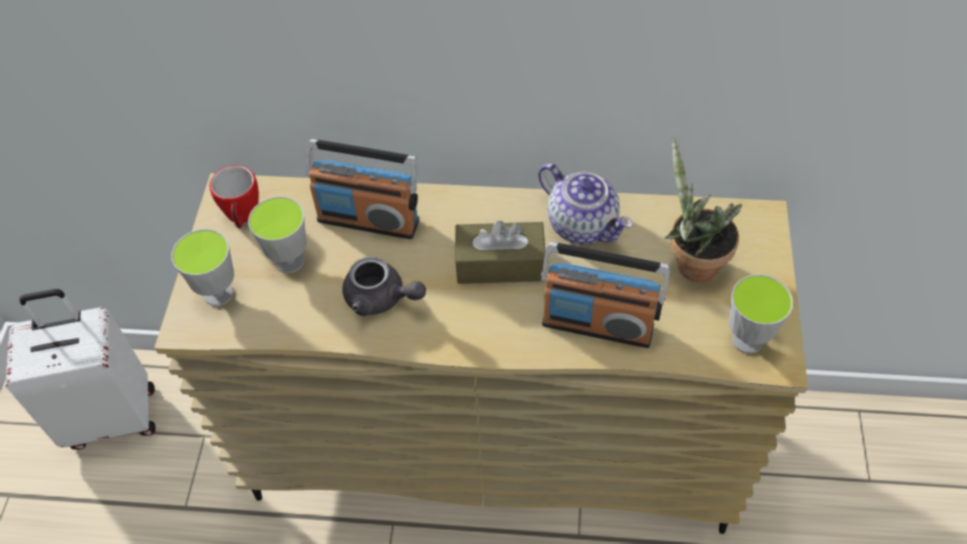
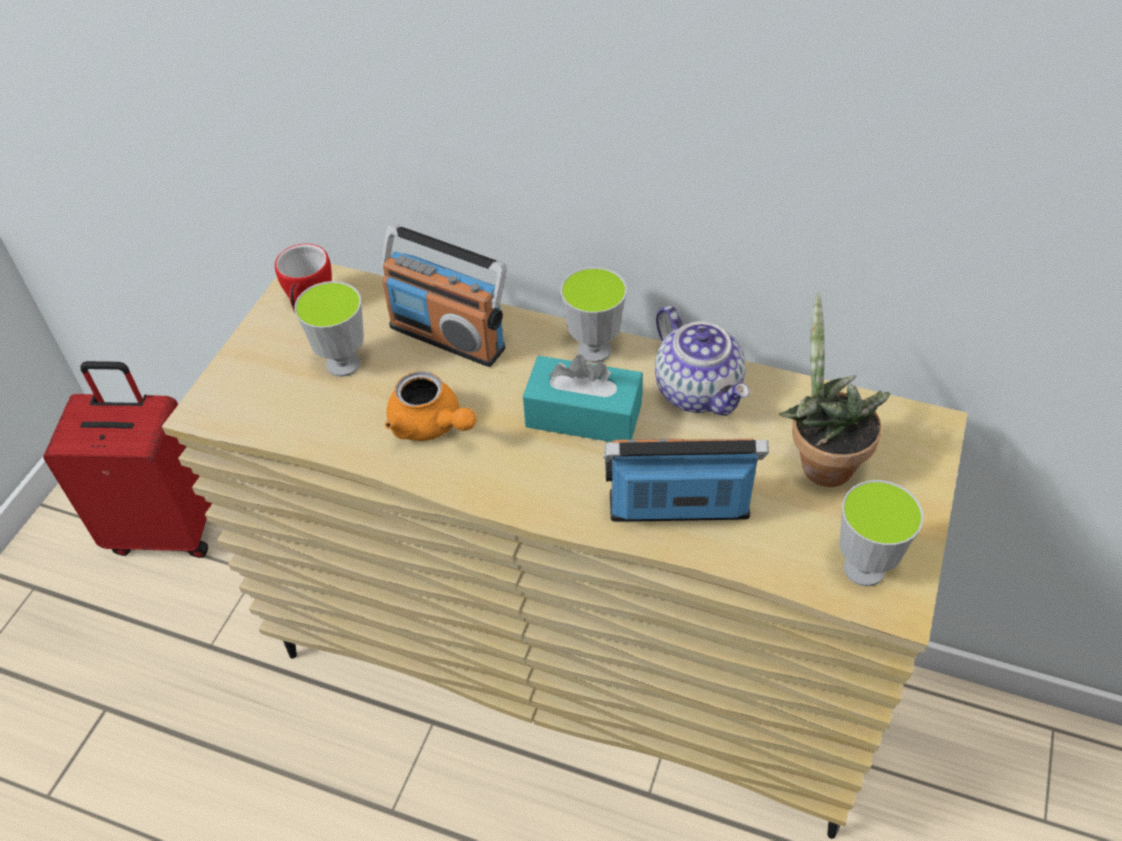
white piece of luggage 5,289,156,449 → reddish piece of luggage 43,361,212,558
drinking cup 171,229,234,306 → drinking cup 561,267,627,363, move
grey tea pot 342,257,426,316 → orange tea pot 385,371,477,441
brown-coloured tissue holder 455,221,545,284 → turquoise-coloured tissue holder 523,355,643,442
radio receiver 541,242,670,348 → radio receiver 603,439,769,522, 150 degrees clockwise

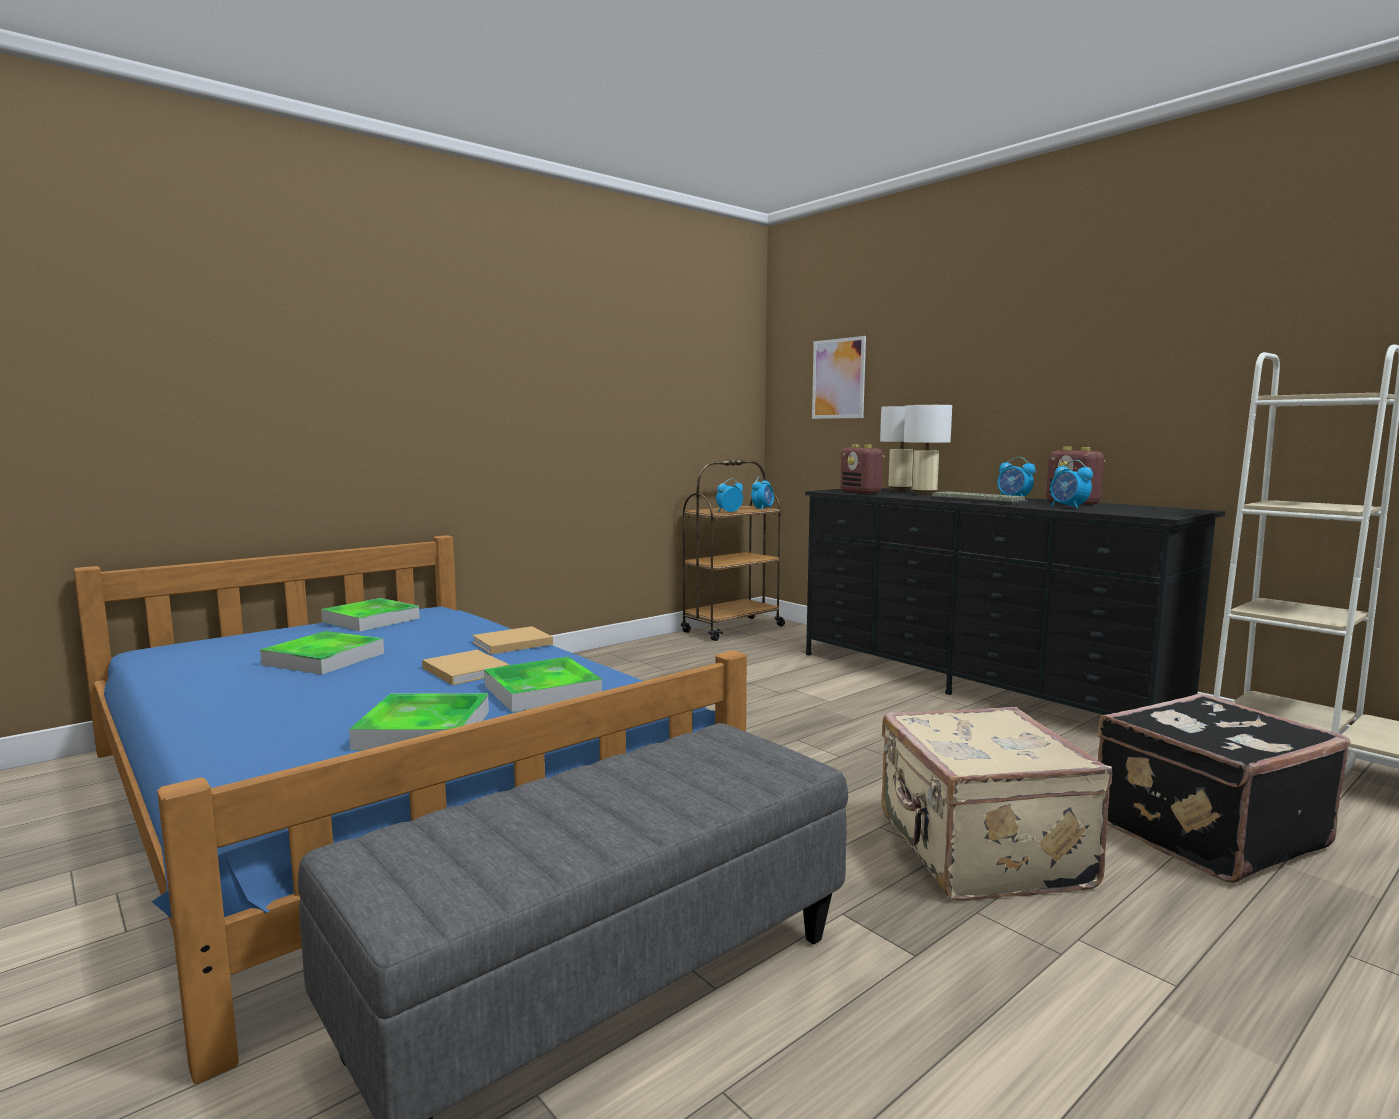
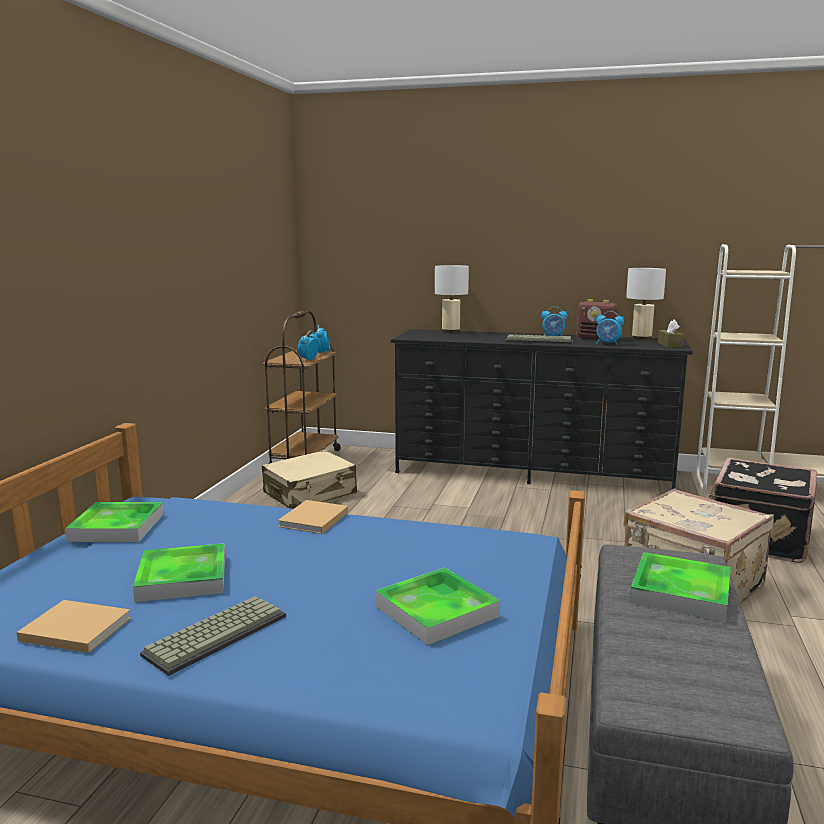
beige-coloured volume 422,650,509,685 → beige-coloured volume 16,600,131,653, move
tray 484,657,602,713 → tray 630,552,731,622, move
wall art 812,336,866,419 → -
radio receiver 840,444,884,494 → -
white table lamp 904,405,952,495 → white table lamp 626,268,666,340, move
- → keyboard 140,596,286,676
- → beige-coloured piece of luggage 262,450,357,509
- → brown-coloured tissue holder 658,320,685,348

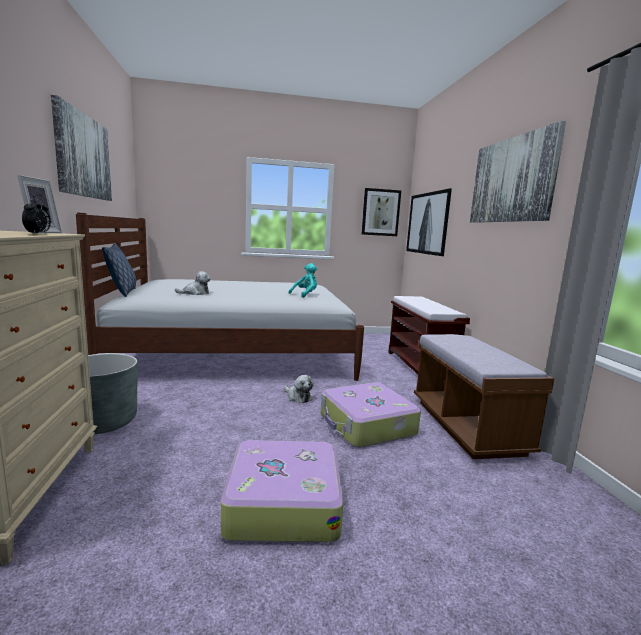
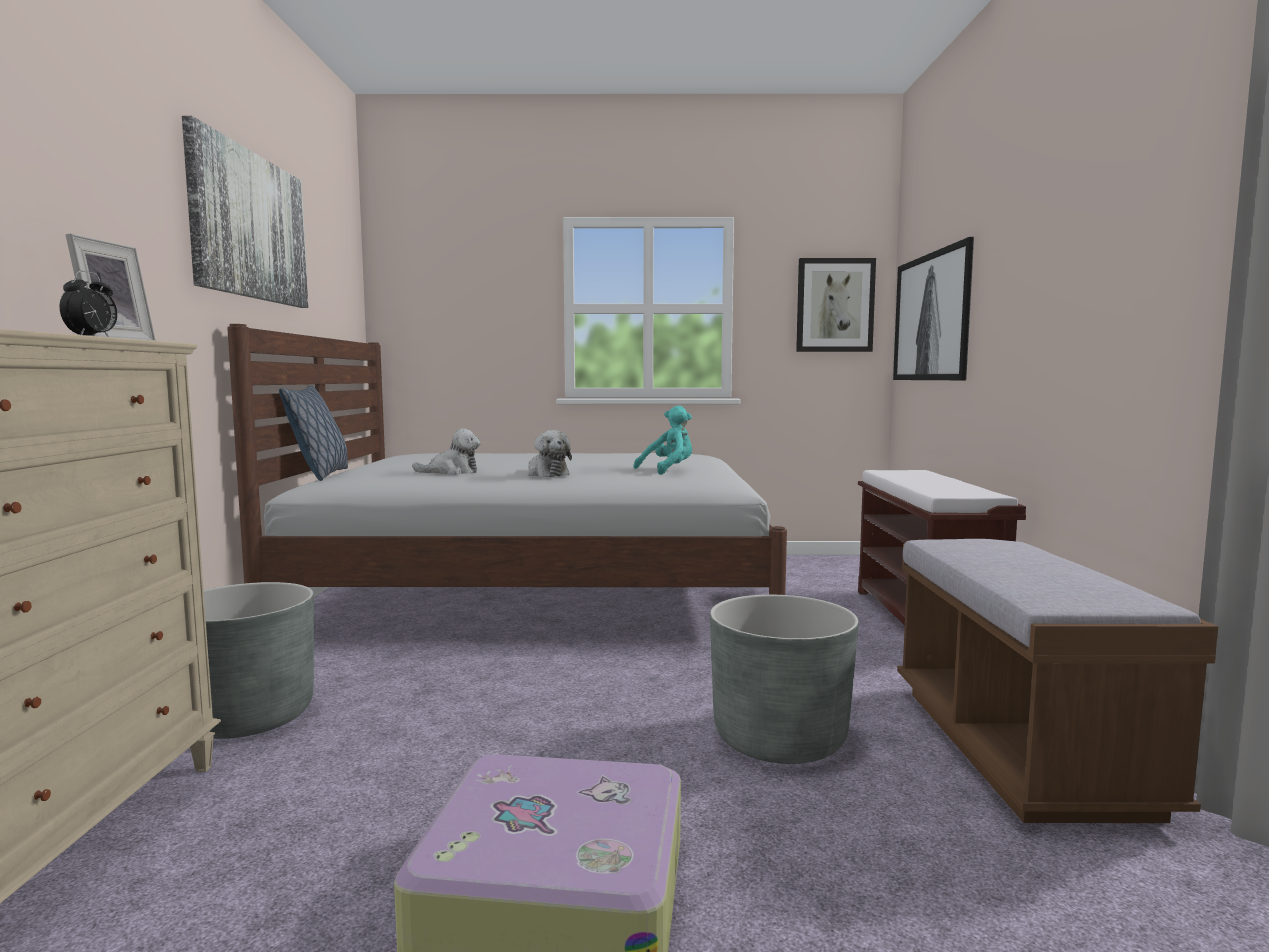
plush toy 284,375,314,403 → plush toy 528,430,572,477, move
piece of luggage 321,382,421,448 → grey plant pot 710,595,859,764
wall art 470,121,566,223 → -

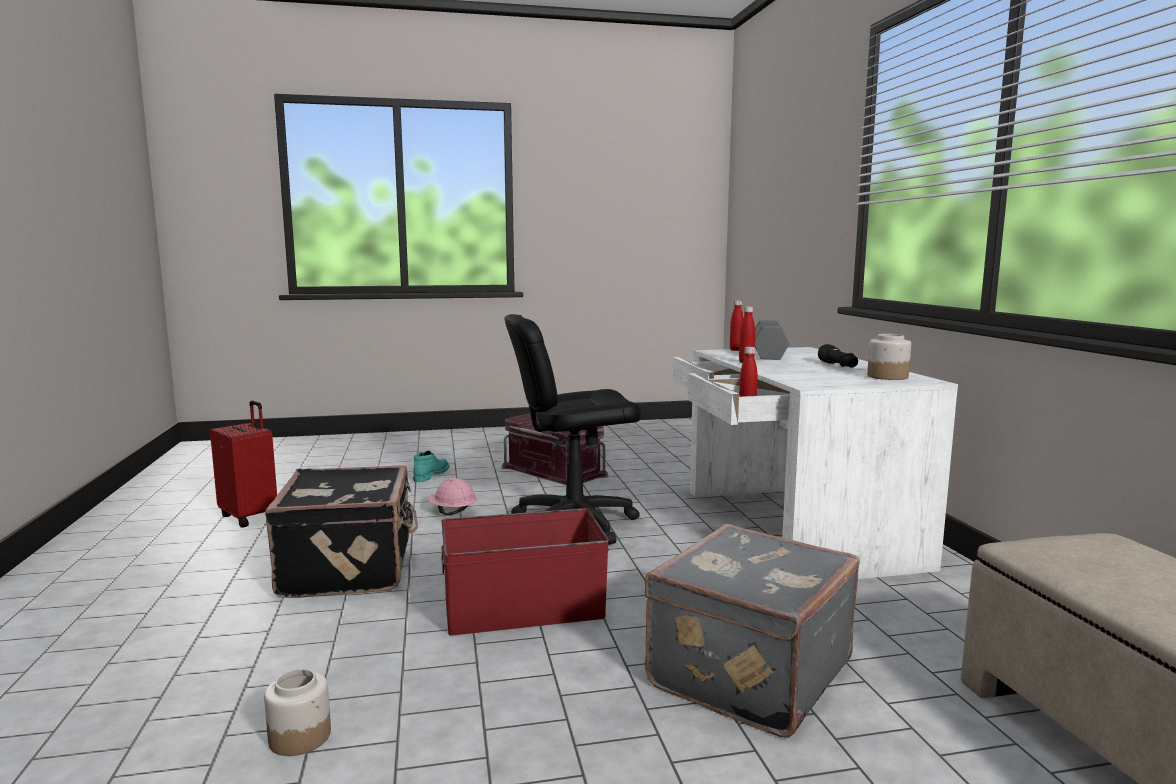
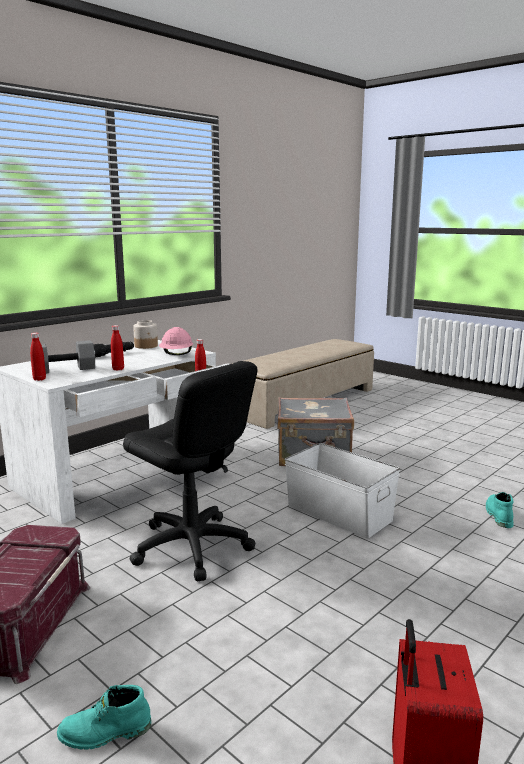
storage jar 264,669,331,756 → turquoise-coloured tall boot 486,492,514,528
black-coloured piece of luggage 265,465,418,598 → -
pinkish work helmet 428,478,477,515 → pinkish work helmet 159,327,193,355, move
reddish storage box 441,508,609,636 → white storage box 285,443,400,538

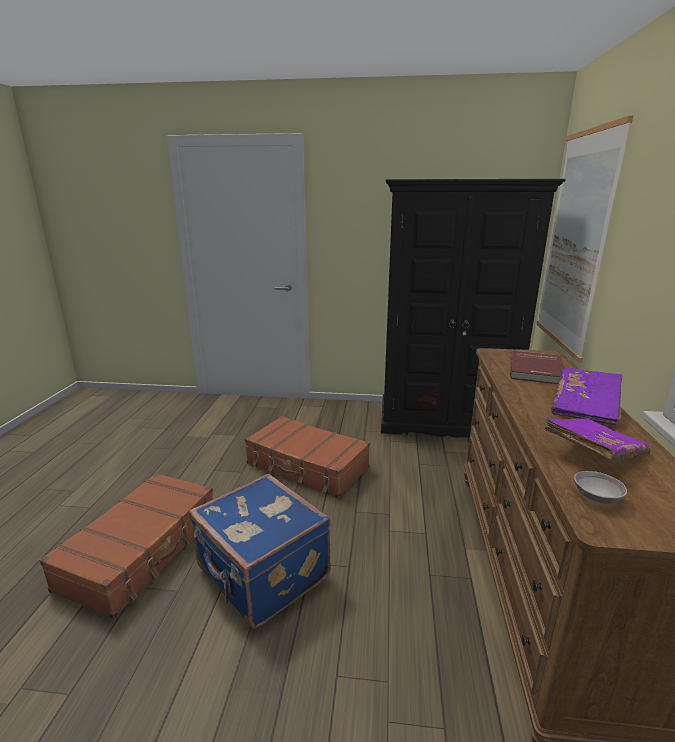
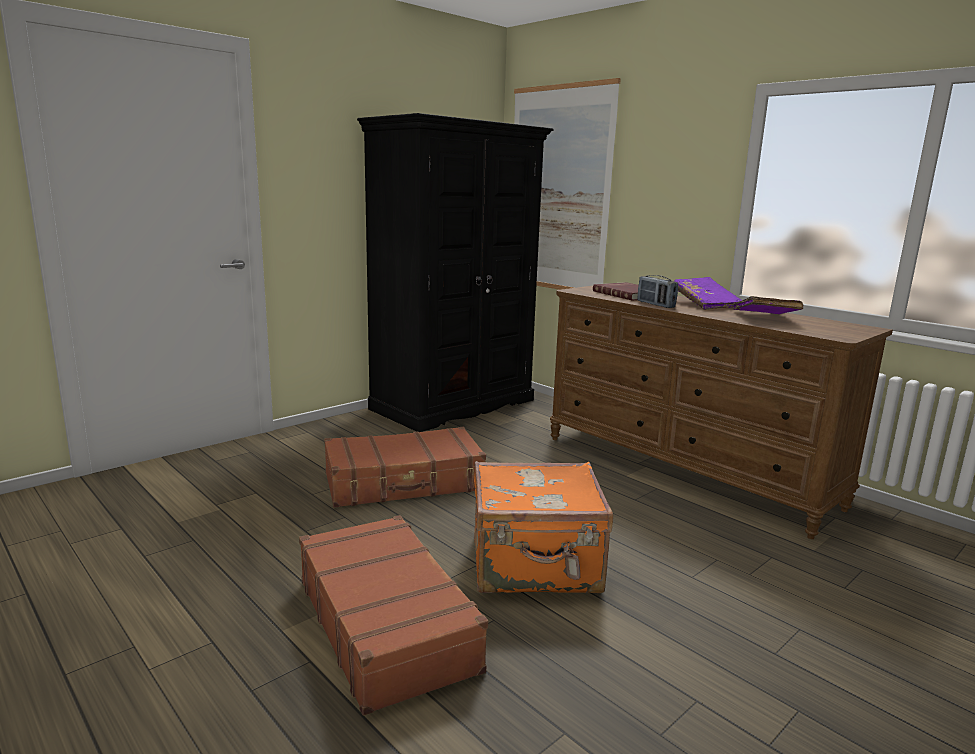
blue piece of luggage 189,474,331,628 → orange piece of luggage 474,461,613,593
grey bowl 574,471,627,504 → -
- → radio receiver 637,275,678,308

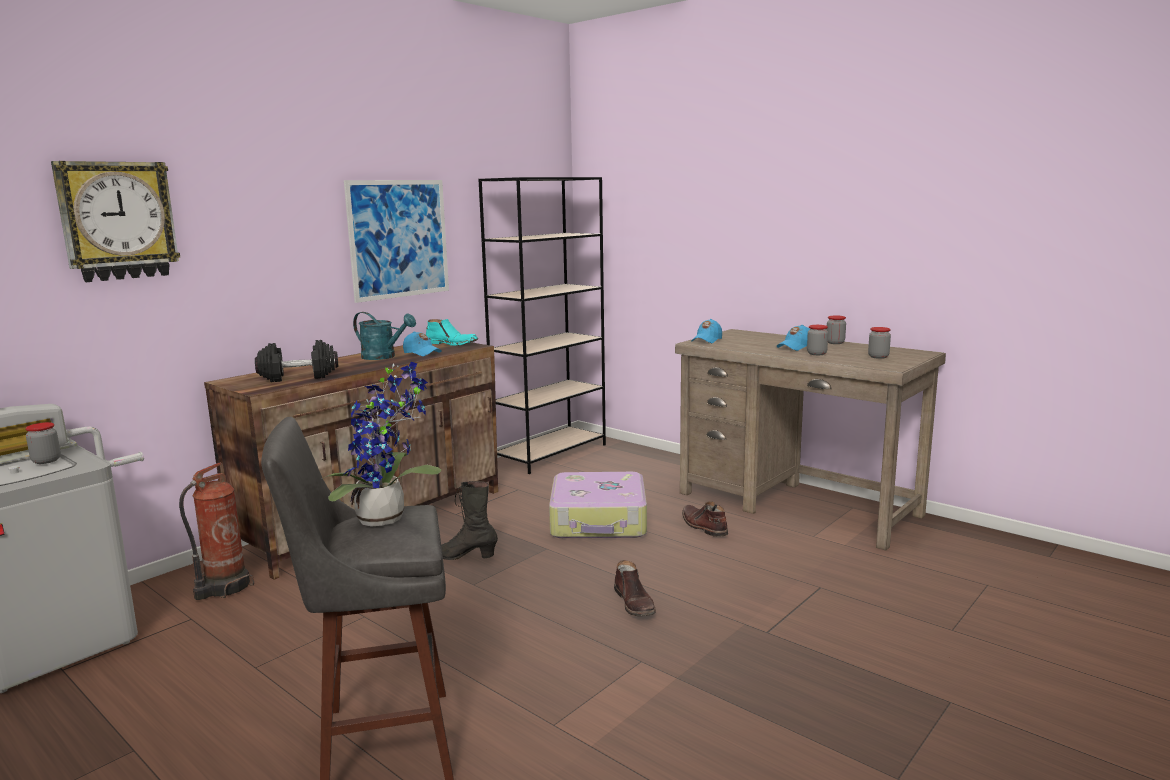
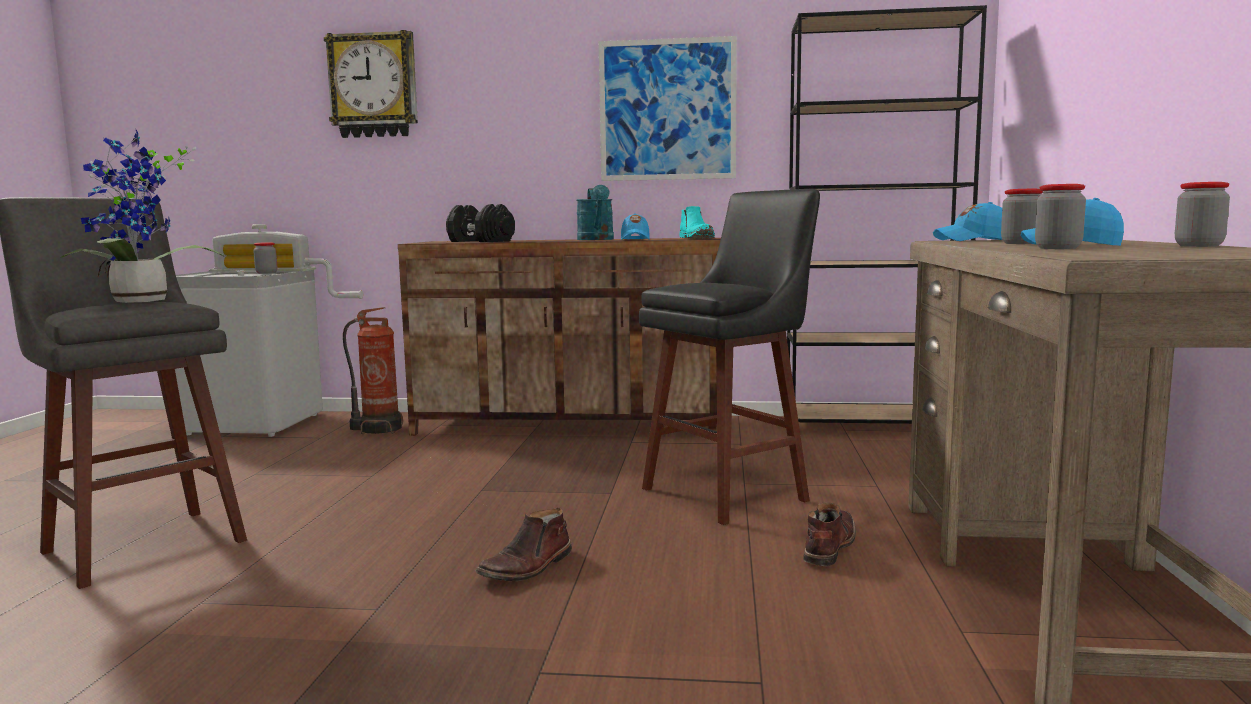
black-coloured tall boot 441,481,498,560 → -
piece of luggage 549,472,647,538 → black-coloured stool 639,189,820,525
storage jar 868,327,891,359 → storage jar 1001,189,1043,244, move

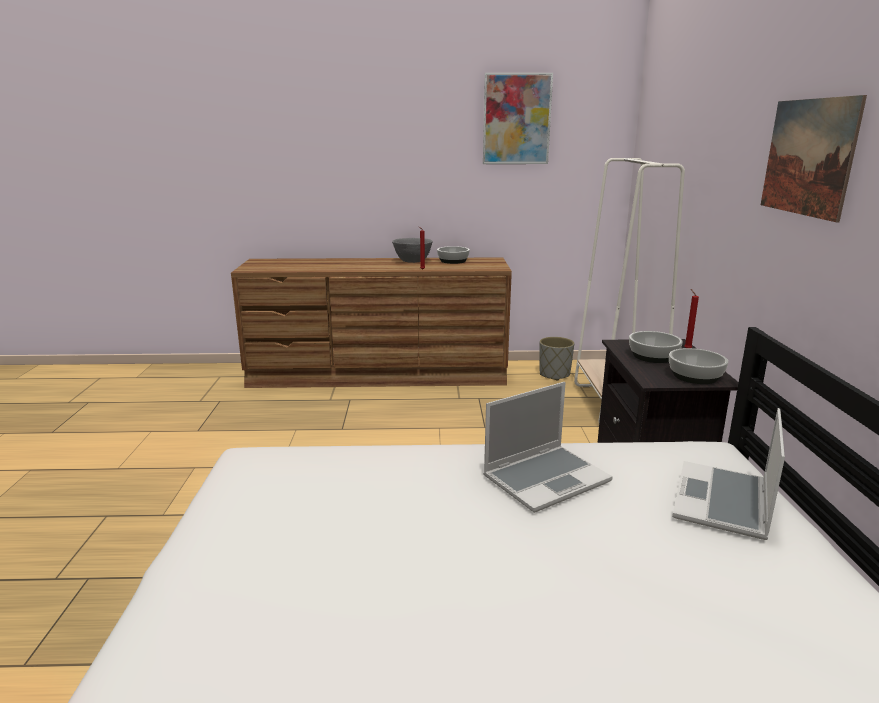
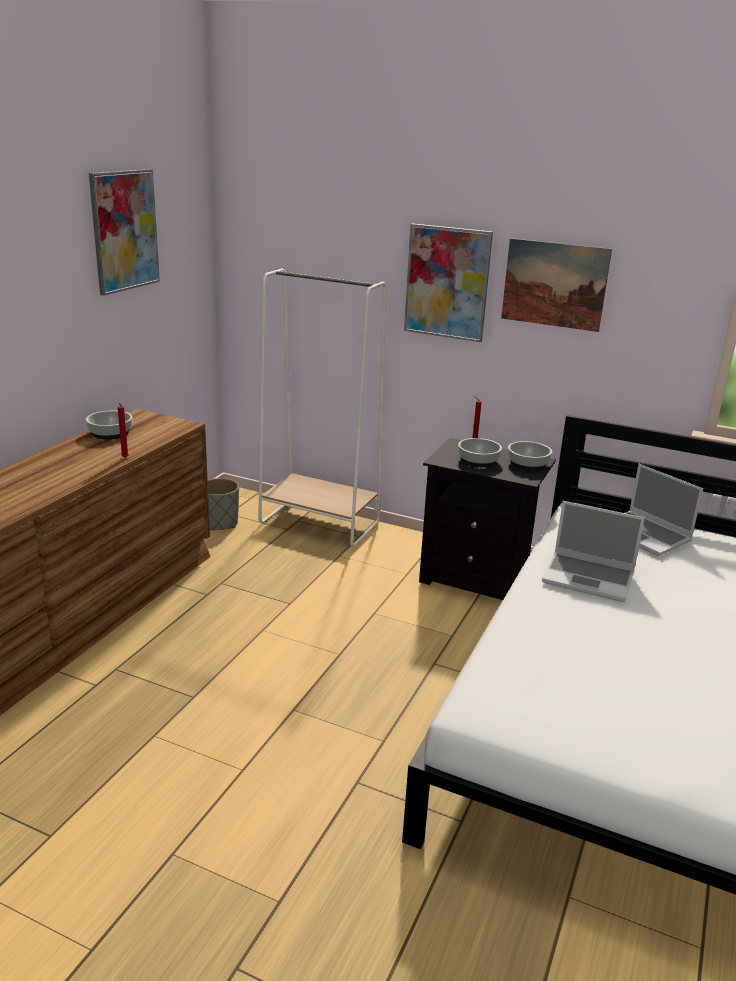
grey bowl 392,238,433,263 → -
notebook computer 483,382,613,513 → notebook computer 542,501,645,602, 120 degrees clockwise
- → wall art 404,224,493,342

